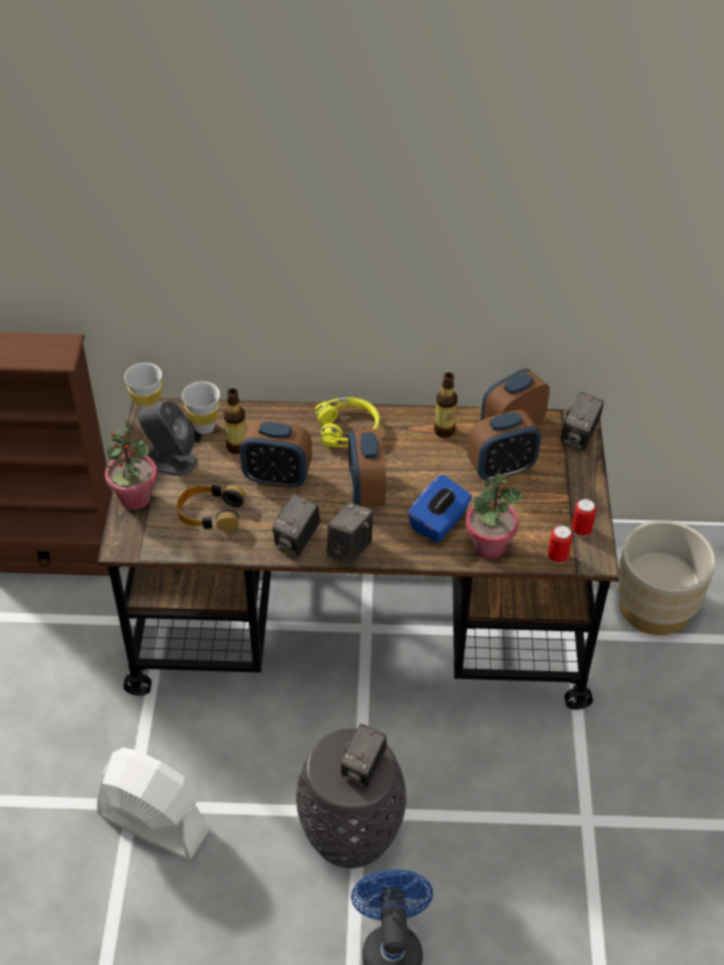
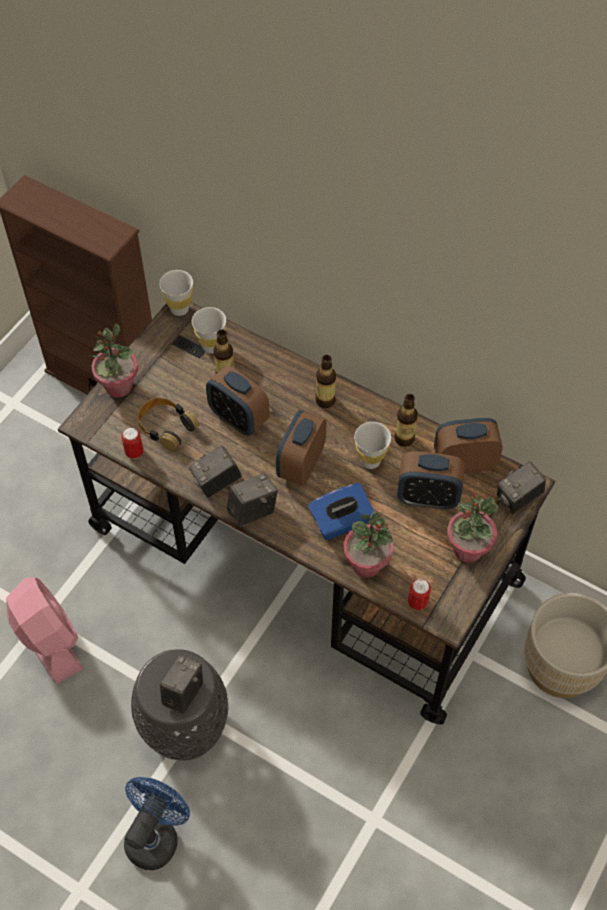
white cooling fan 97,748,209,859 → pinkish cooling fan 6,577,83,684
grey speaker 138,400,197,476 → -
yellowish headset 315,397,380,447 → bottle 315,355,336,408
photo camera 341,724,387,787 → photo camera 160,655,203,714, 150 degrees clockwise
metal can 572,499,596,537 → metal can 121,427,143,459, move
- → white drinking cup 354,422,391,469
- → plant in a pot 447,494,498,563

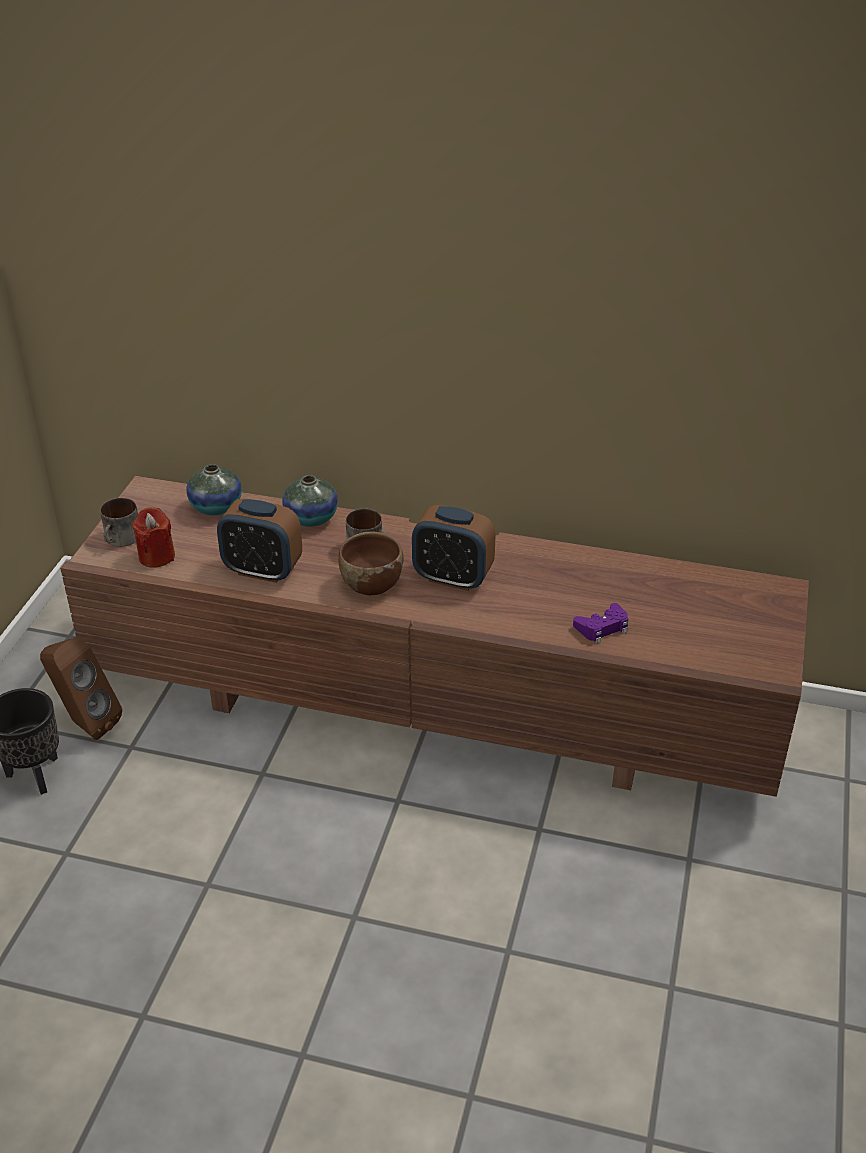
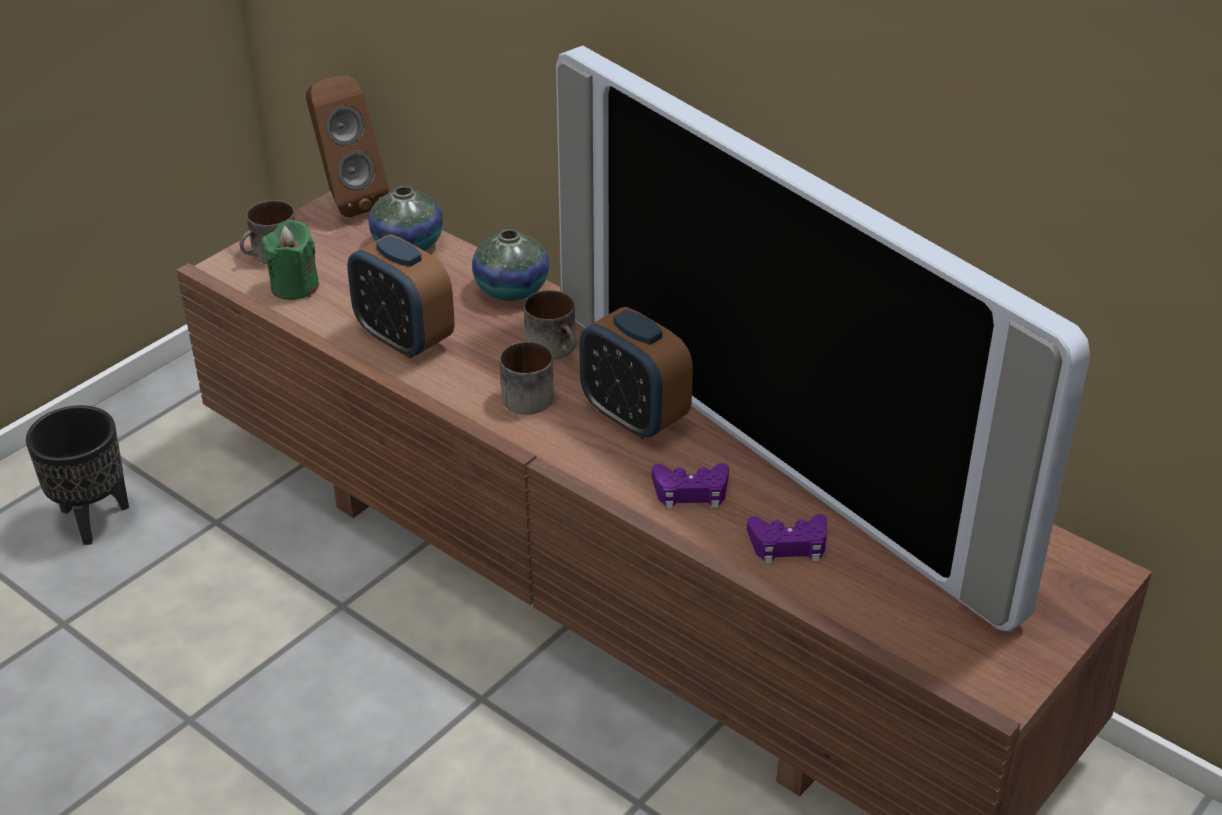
brown-coloured speaker 40,637,122,740 → brown-coloured speaker 306,75,389,218, move
reddish candle 132,508,175,568 → green candle 262,220,319,300
brown-coloured bowl 339,532,404,595 → mug 500,342,554,414
- → TV 556,46,1090,632
- → purplish game controller 652,463,729,509

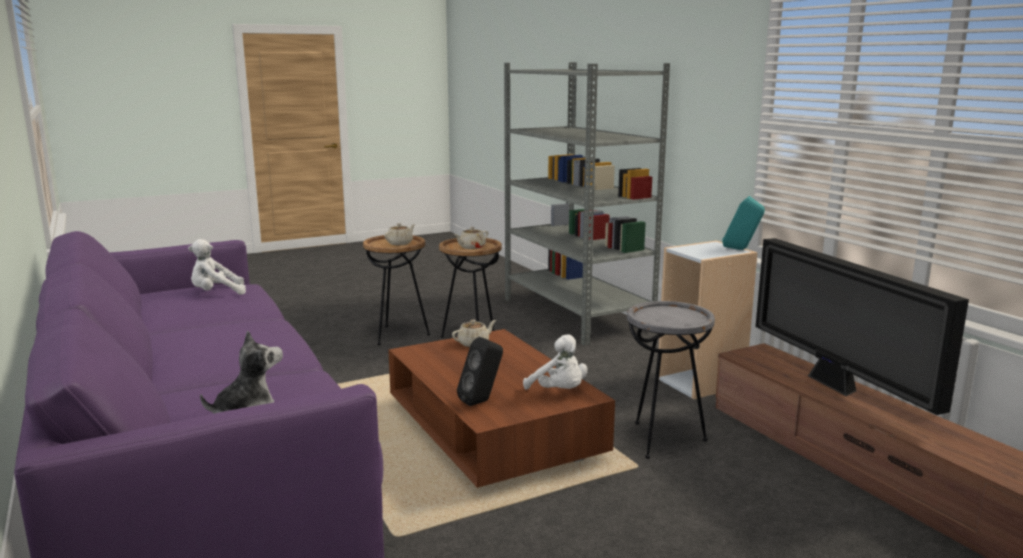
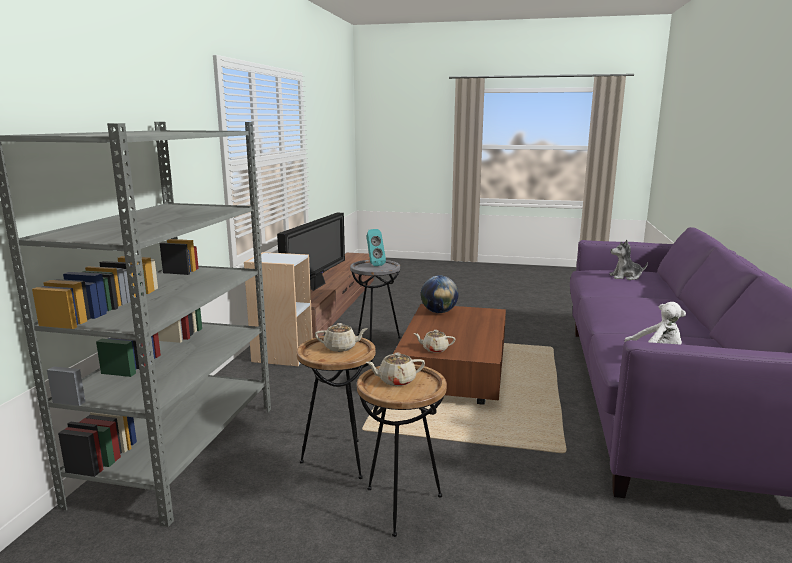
black-coloured speaker 457,337,503,406 → -
white plush toy 523,334,588,390 → desk globe 421,275,459,313
turquoise-coloured speaker 722,196,765,250 → turquoise-coloured speaker 367,229,386,266, move

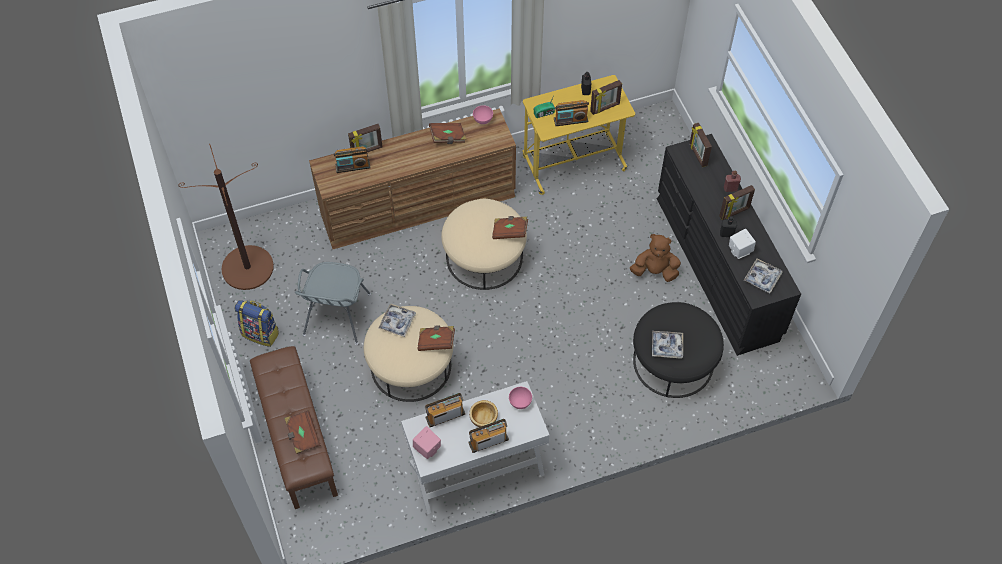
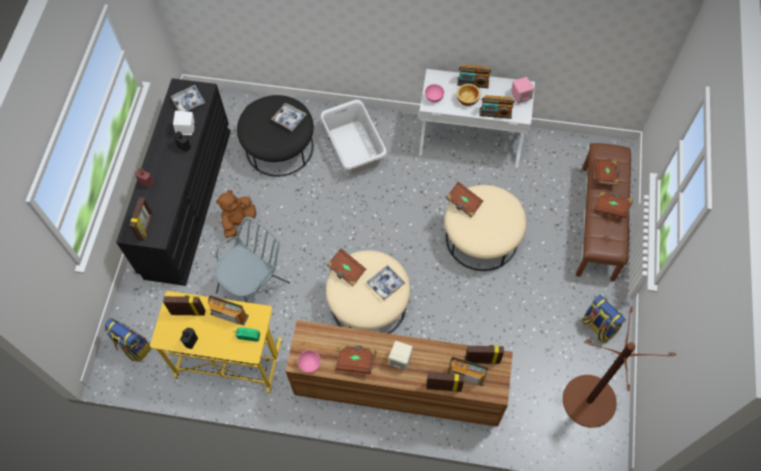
grey plain chair 295,262,371,345 → grey plain chair 215,217,291,303, move
tray 378,303,416,337 → tray 366,265,405,301, move
brown-coloured plush toy 630,234,681,282 → brown-coloured plush toy 216,190,256,238, 90 degrees clockwise
photo frame 719,185,755,220 → photo frame 465,345,504,364, move
- → backpack 105,318,151,362
- → grey laundry basket 320,100,387,175
- → beige-coloured speaker 388,341,413,371
- → brown-coloured volume 594,192,633,218

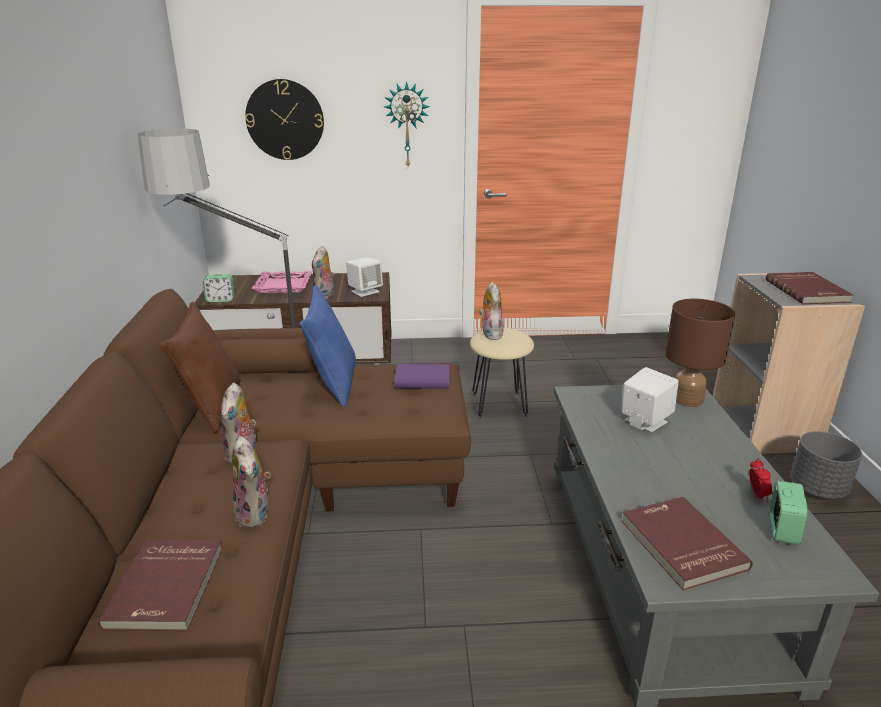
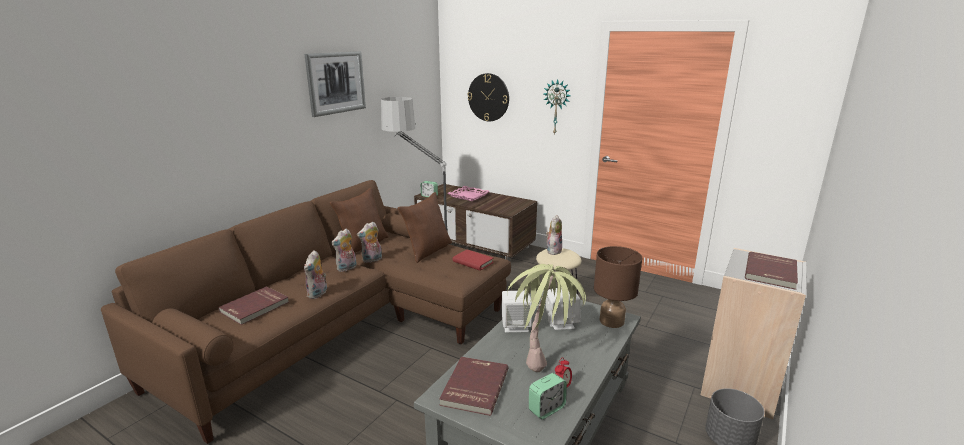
blue throw pillow 300,285,356,407 → brown-coloured throw pillow 398,192,452,263
plush toy 312,246,335,299 → plush toy 357,221,382,263, move
white speaker 346,257,383,297 → white speaker 502,291,532,333, move
purplish volume 394,364,450,389 → reddish volume 453,250,494,271
- → wall art 305,51,366,117
- → plant in a pot 507,264,586,372

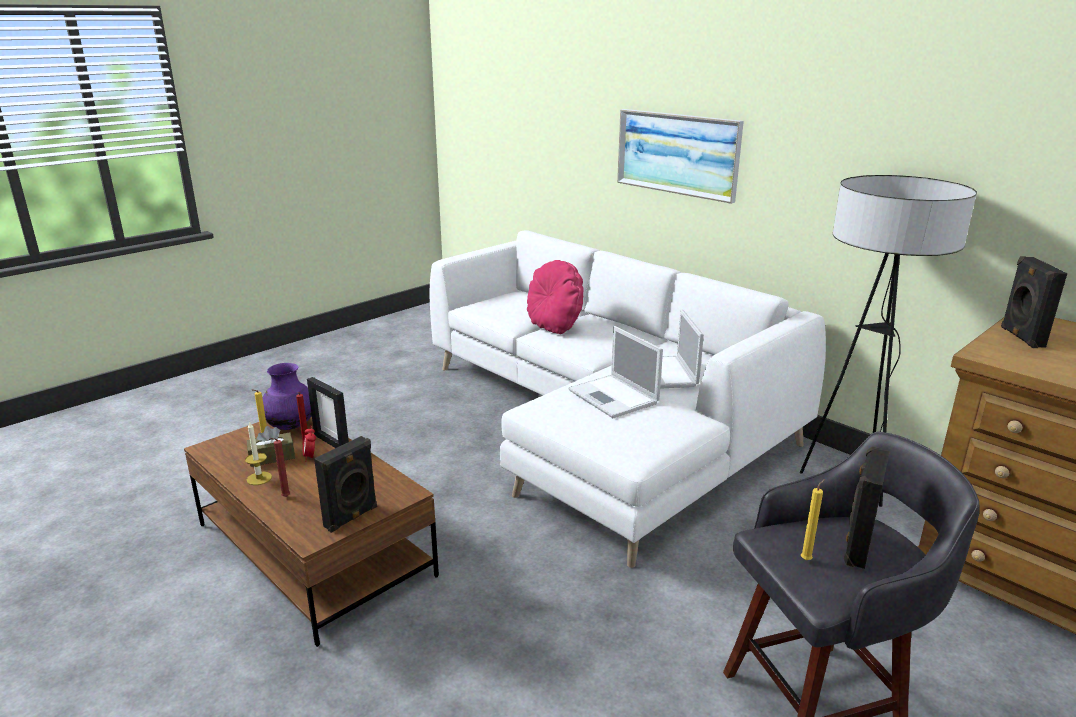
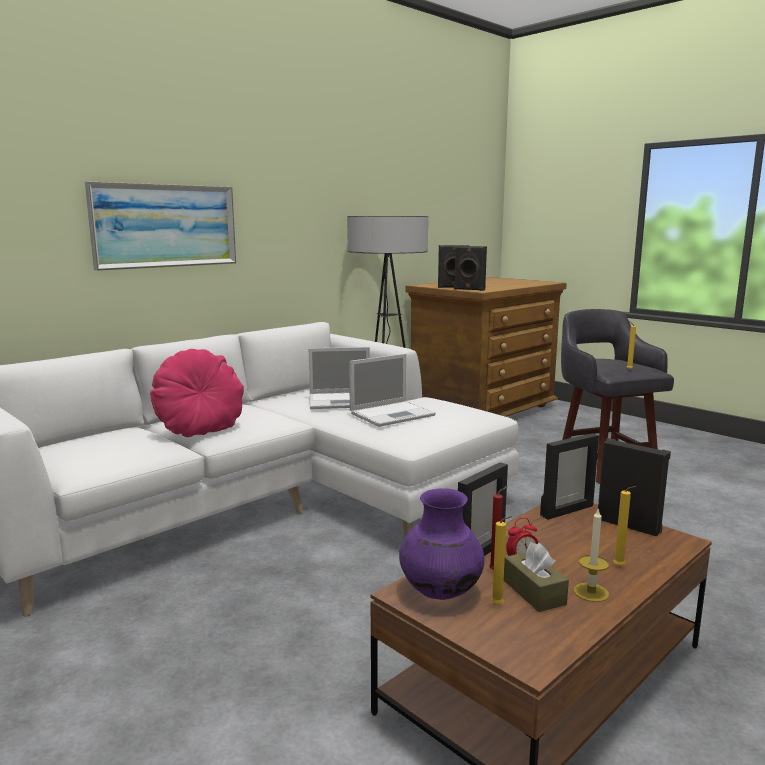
reddish candle 270,438,290,497 → yellowish candle 613,486,636,566
black-coloured speaker 844,446,890,569 → black-coloured speaker 454,246,487,291, move
- → photo frame 540,433,599,520

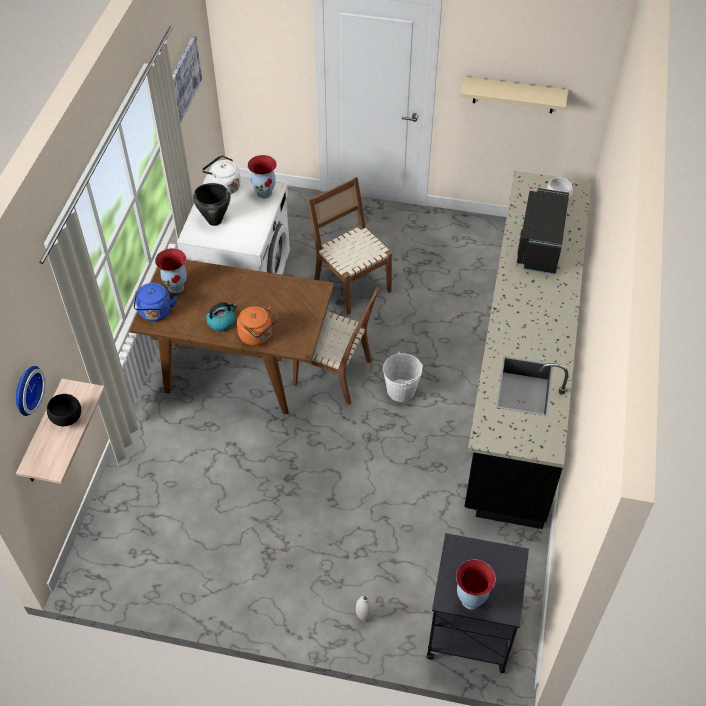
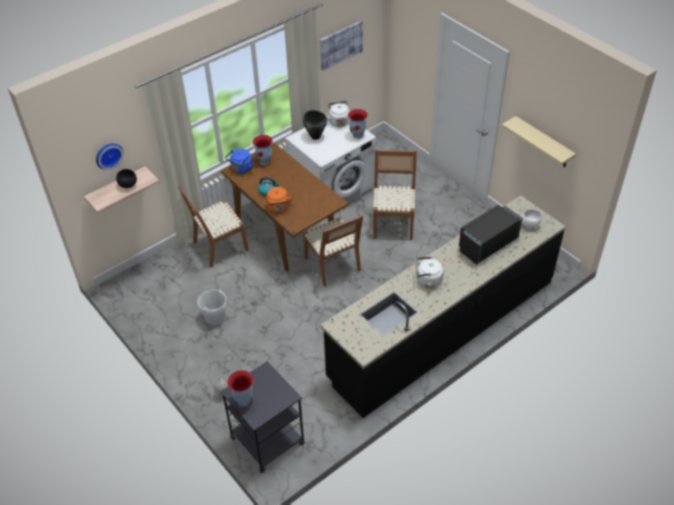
white pail 383,352,423,402 → white pail 198,289,226,325, move
- → plain chair 178,186,248,268
- → white tea kettle 416,257,443,288

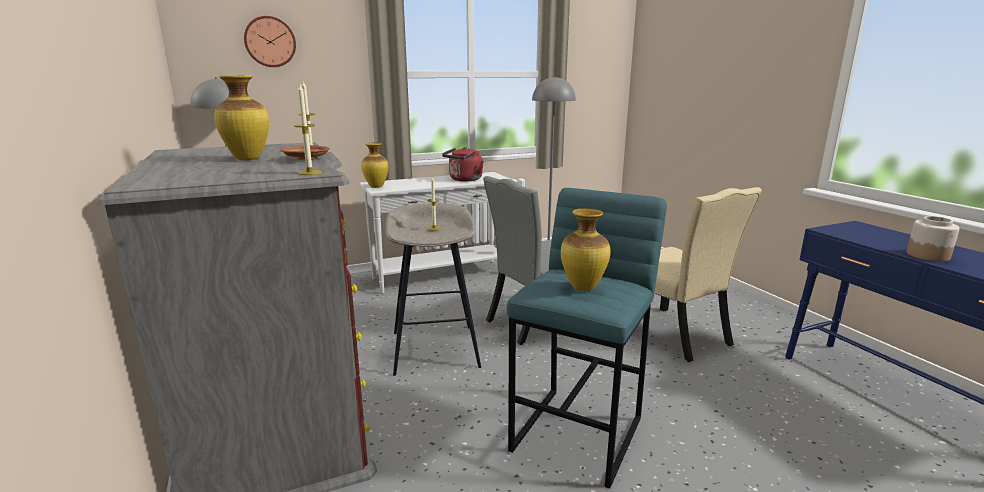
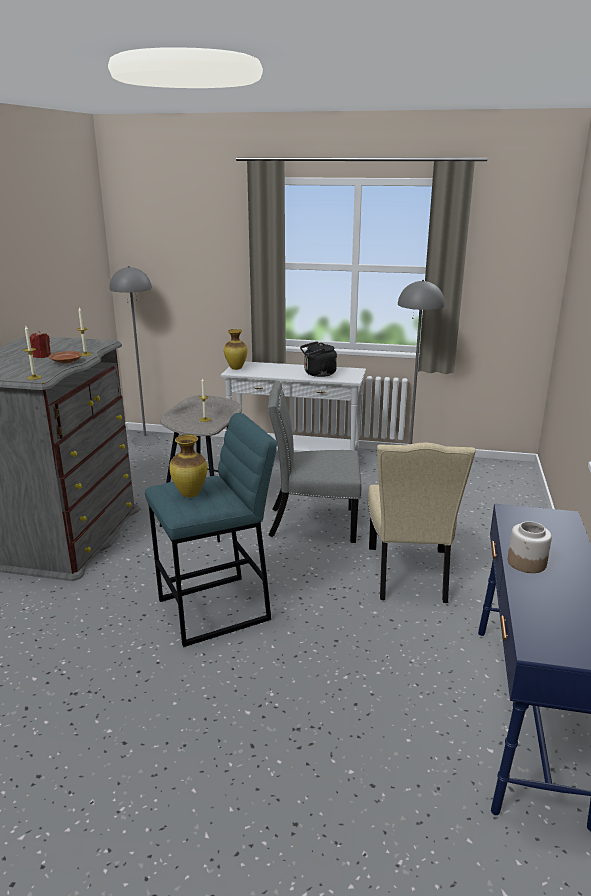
decorative vase 214,75,269,160 → reddish candle 30,331,51,358
hanging clock 244,16,296,67 → -
reddish tea kettle 442,147,484,182 → black-coloured tea kettle 300,341,337,377

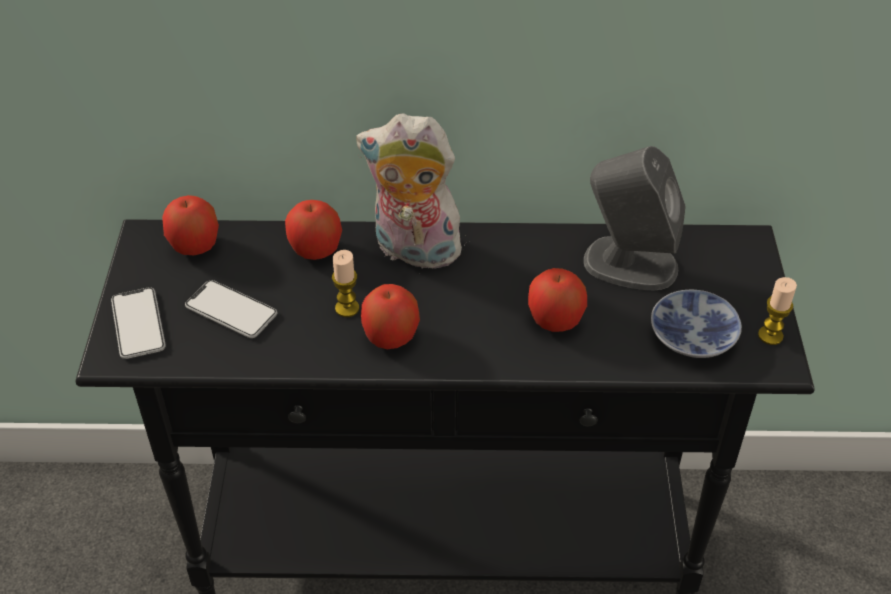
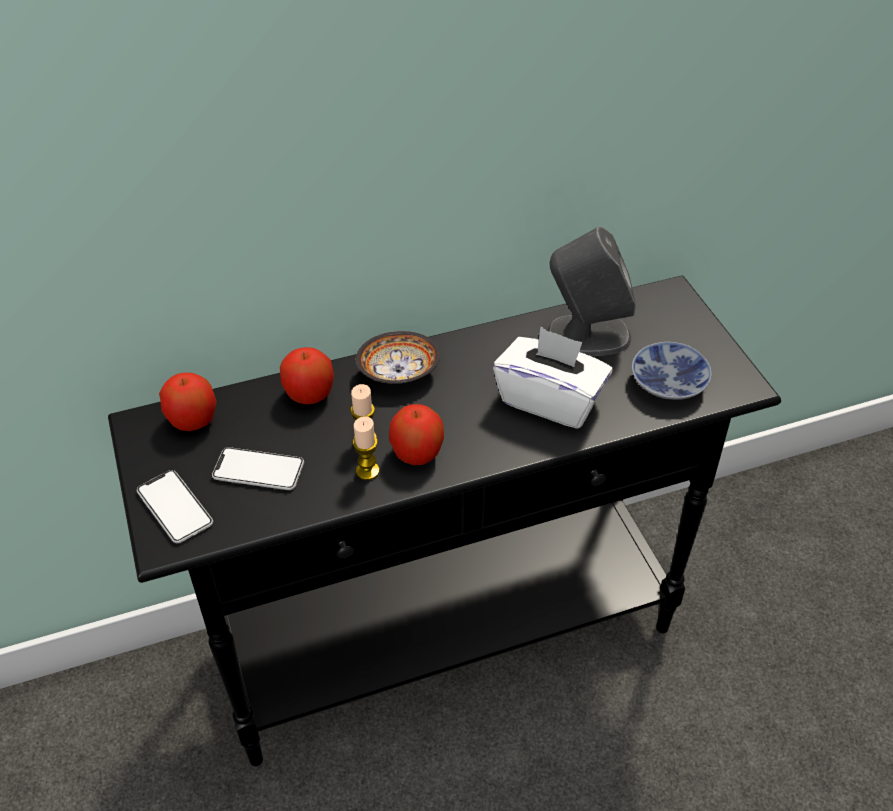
plush toy 356,113,465,269 → bowl 356,331,440,384
apple 528,268,587,332 → white tissue holder 493,327,613,429
candle 758,277,797,345 → candle 353,416,380,480, move

